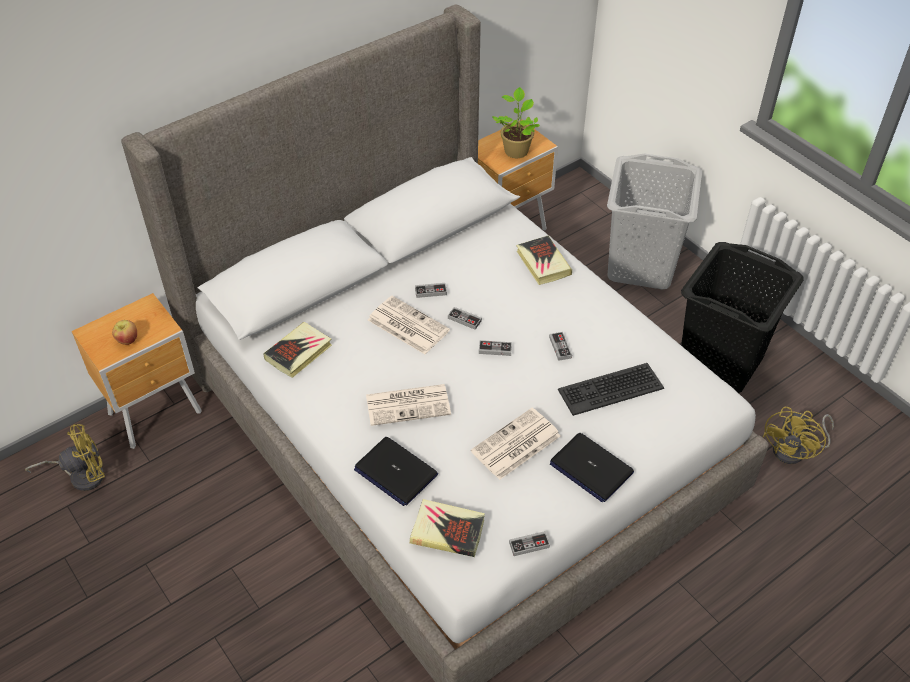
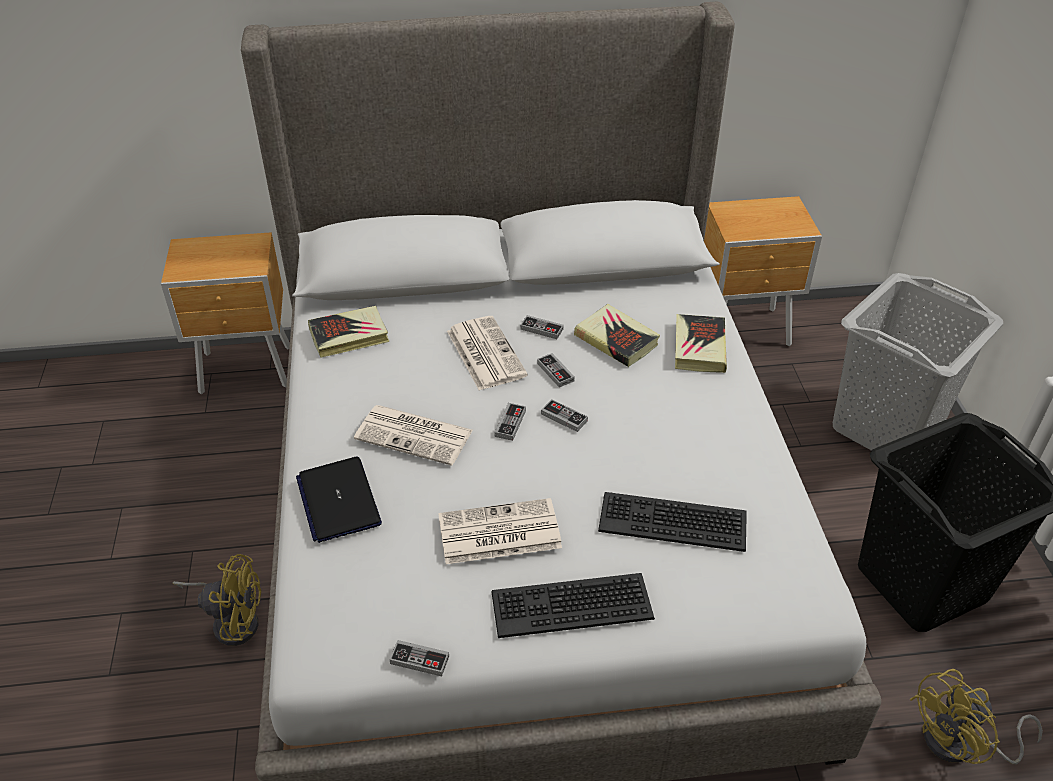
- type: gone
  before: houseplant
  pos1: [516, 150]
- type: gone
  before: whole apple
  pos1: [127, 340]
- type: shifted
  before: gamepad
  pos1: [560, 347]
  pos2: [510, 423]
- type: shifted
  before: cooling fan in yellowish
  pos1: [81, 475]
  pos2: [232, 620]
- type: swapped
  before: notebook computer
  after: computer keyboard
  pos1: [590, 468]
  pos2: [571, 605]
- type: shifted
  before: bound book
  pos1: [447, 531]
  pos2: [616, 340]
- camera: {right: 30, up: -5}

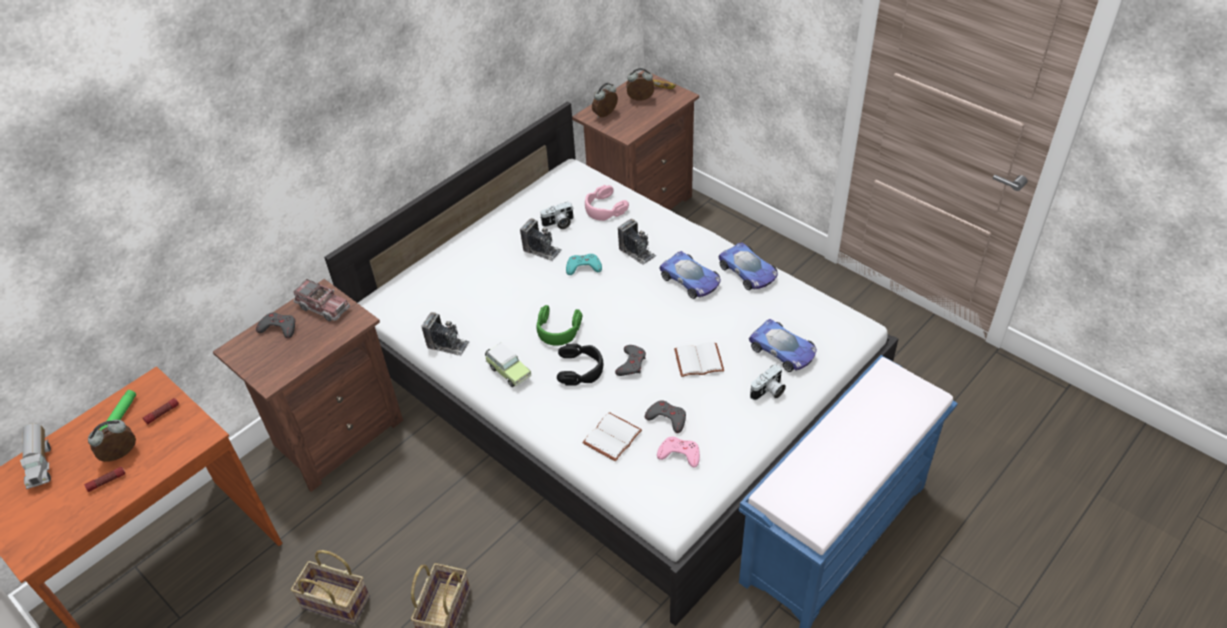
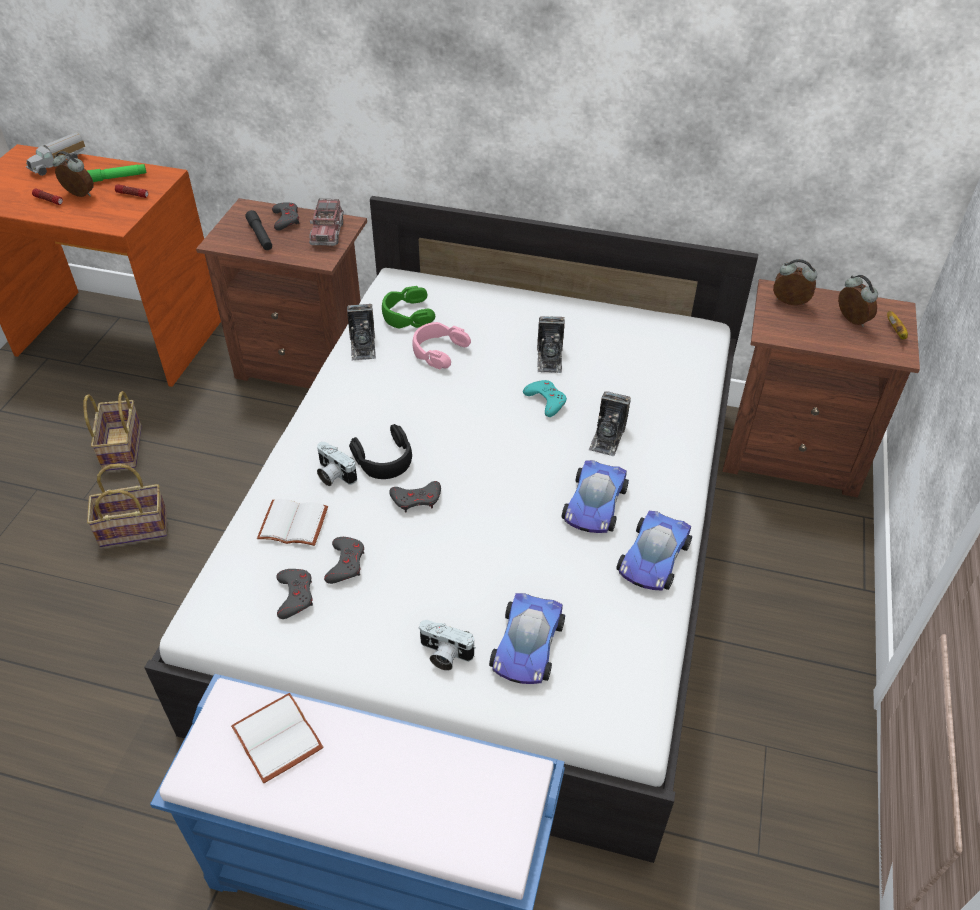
- type: shifted
  before: headset in pinkish
  pos1: [604, 208]
  pos2: [438, 350]
- type: shifted
  before: photo camera
  pos1: [559, 224]
  pos2: [333, 475]
- type: shifted
  before: headset in greenish
  pos1: [558, 330]
  pos2: [407, 314]
- type: shifted
  before: bound book in whitish
  pos1: [699, 359]
  pos2: [280, 738]
- type: gone
  before: model car
  pos1: [508, 371]
- type: repainted
  before: gamepad in pinkish
  after: gamepad in greyish
  pos1: [679, 454]
  pos2: [295, 595]
- type: new
  after: hand torch in blackish
  pos2: [260, 235]
- camera: {right: 60, up: 0}

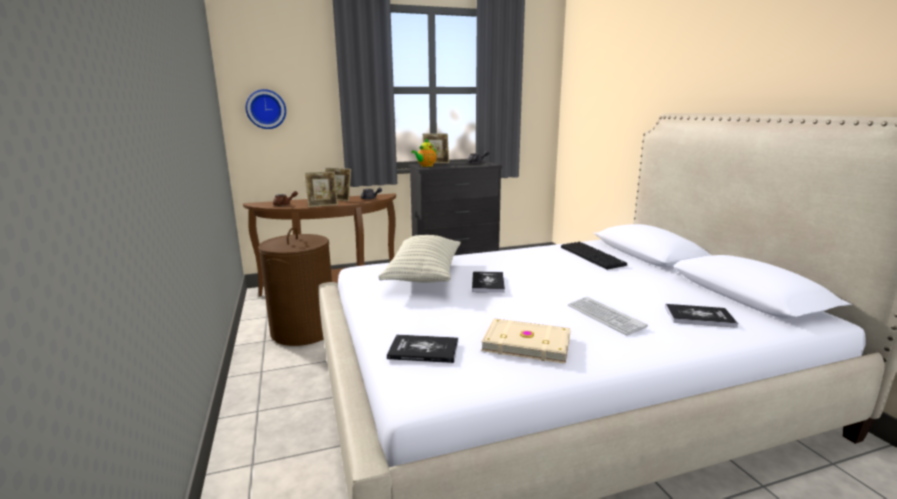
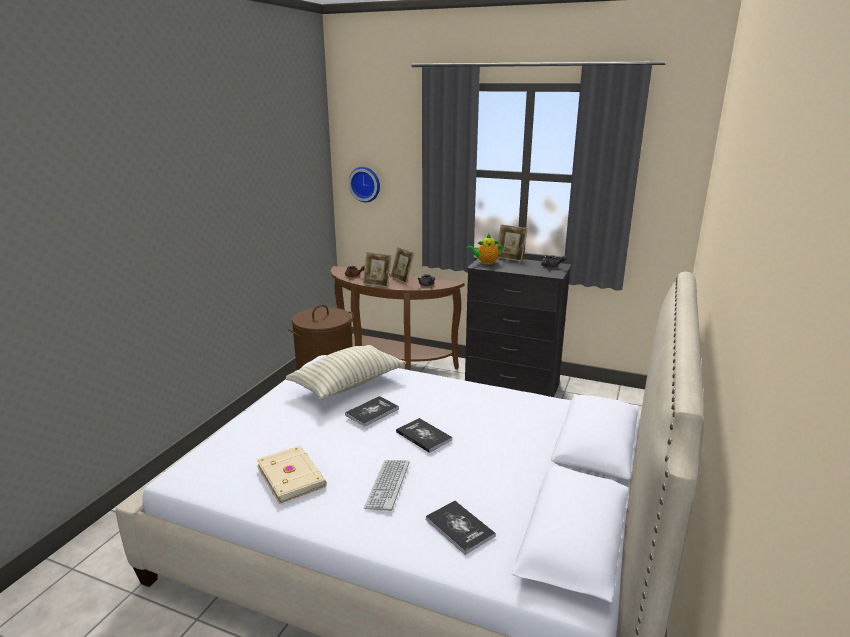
- type: gone
  before: computer keyboard
  pos1: [593, 256]
- type: shifted
  before: bound book
  pos1: [423, 350]
  pos2: [423, 436]
- camera: {right: 40, up: 5}

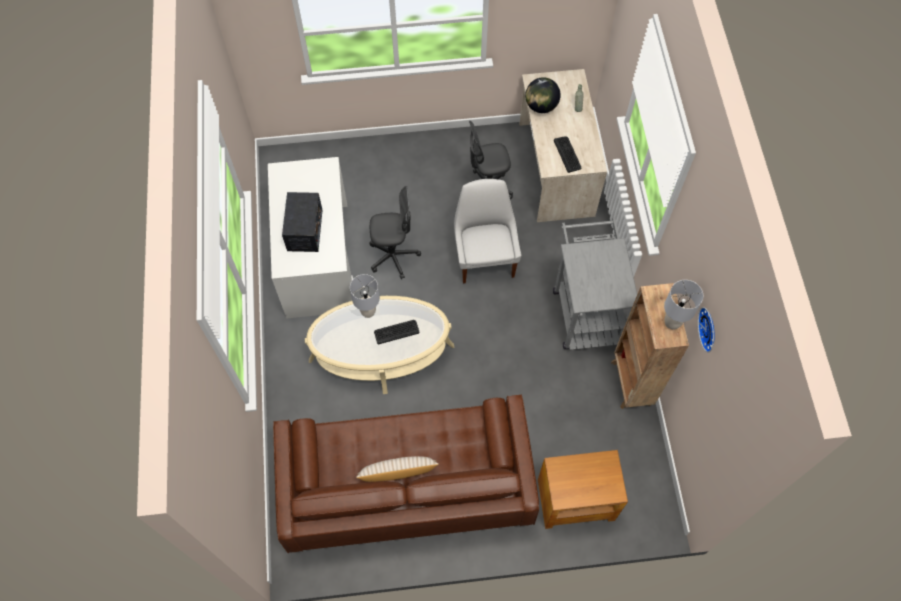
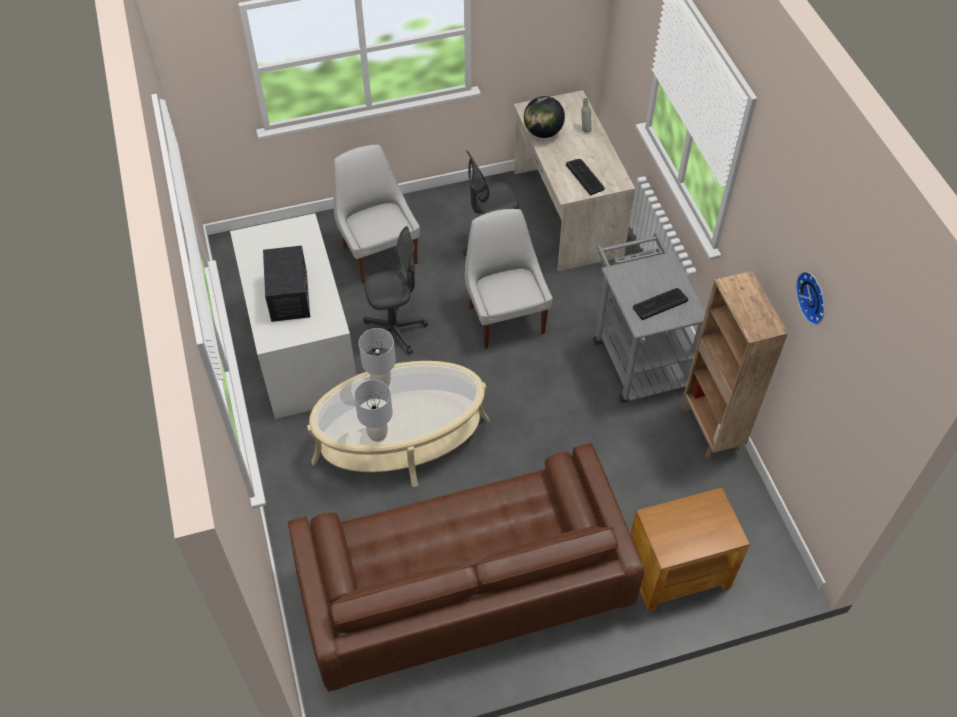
- type: shifted
  before: lamp for a table in greyish
  pos1: [672, 323]
  pos2: [377, 435]
- type: shifted
  before: computer keyboard
  pos1: [396, 332]
  pos2: [660, 303]
- type: gone
  before: cushion in beige
  pos1: [398, 473]
- type: new
  after: chair in whitish
  pos2: [378, 253]
- camera: {right: -10, up: -10}

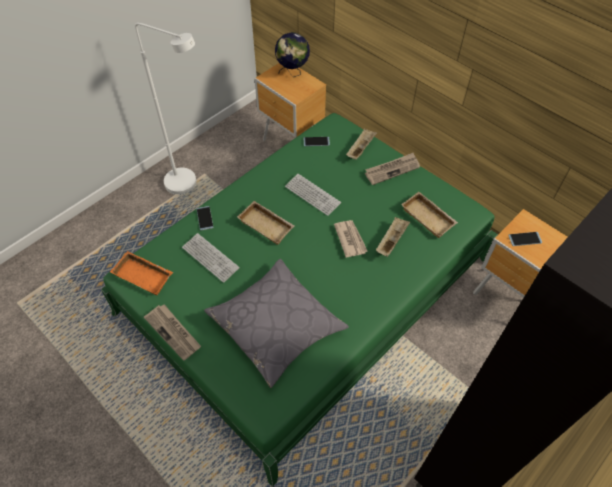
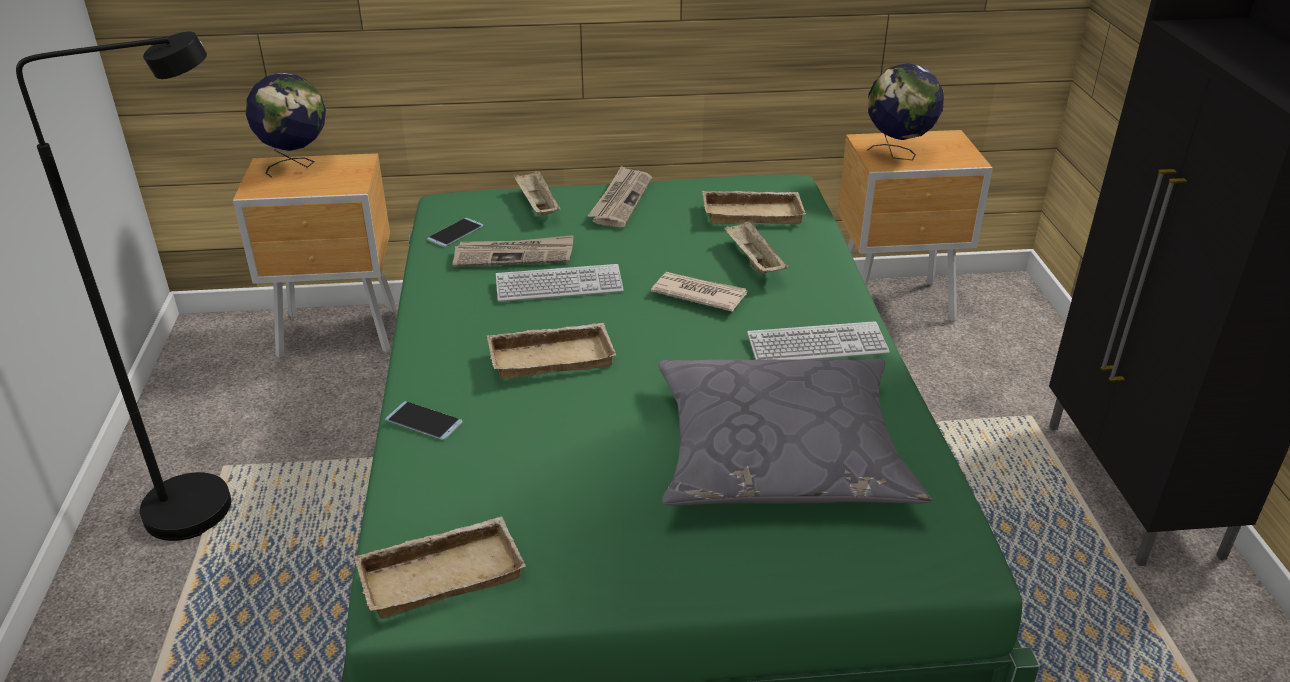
- type: repainted
  before: standing lamp in whitish
  after: standing lamp in blackish
  pos1: [189, 185]
  pos2: [213, 502]
- type: swapped
  before: telephone
  after: globe
  pos1: [525, 239]
  pos2: [897, 155]
- type: shifted
  before: computer keyboard
  pos1: [210, 258]
  pos2: [817, 345]
- type: repainted
  before: carrying tray in orangey
  after: carrying tray in beige
  pos1: [144, 275]
  pos2: [442, 572]
- type: shifted
  before: printed paper
  pos1: [173, 332]
  pos2: [514, 255]
- camera: {right: -50, up: -20}

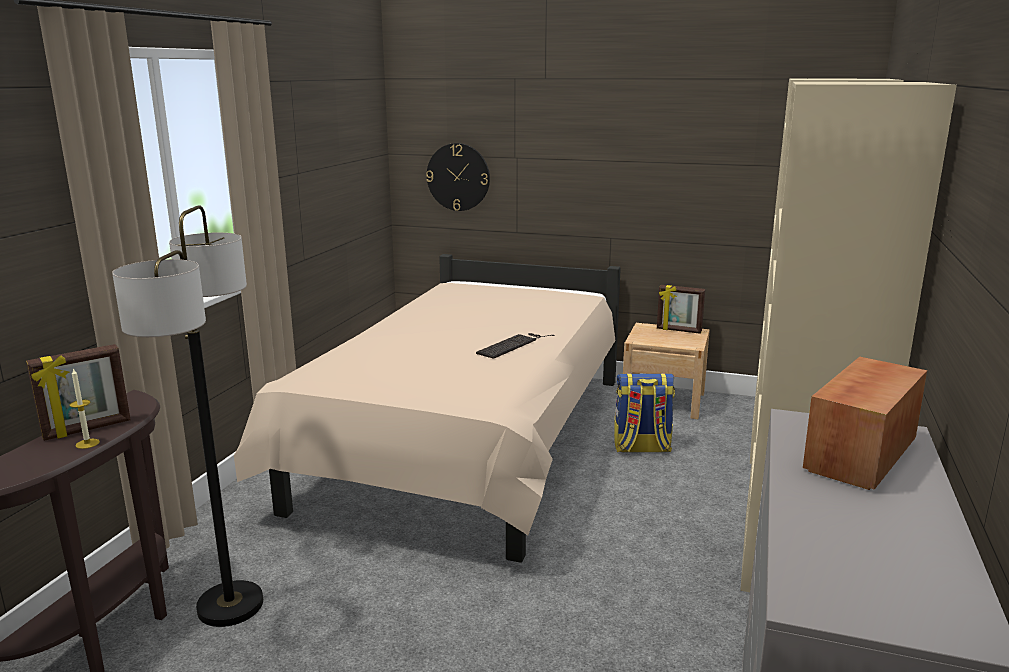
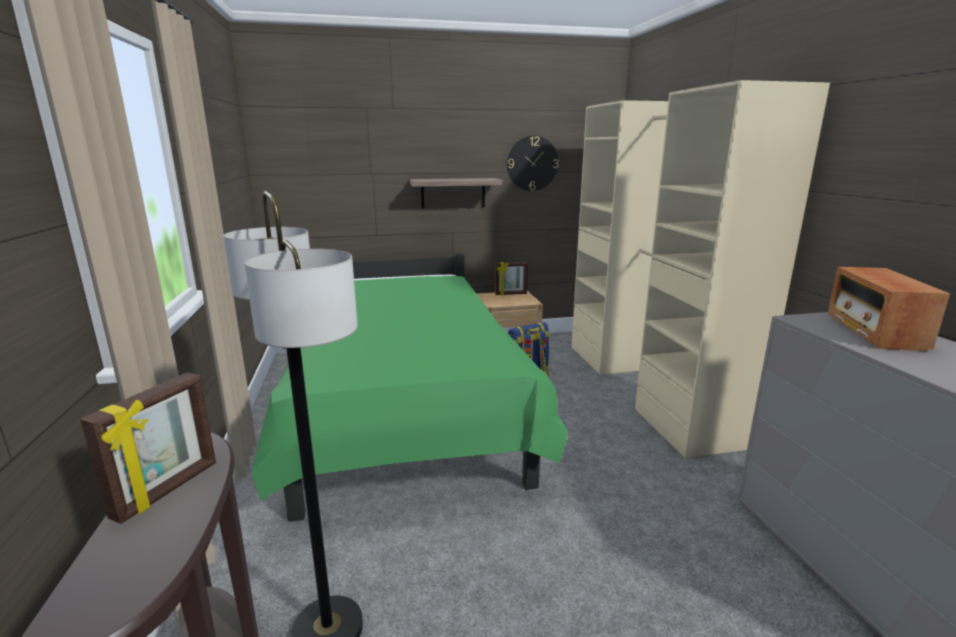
- type: shifted
  before: clock on the wall
  pos1: [458, 177]
  pos2: [532, 163]
- type: repainted
  before: bed in beige
  after: bed in greenish
  pos1: [468, 444]
  pos2: [404, 409]
- type: gone
  before: computer keyboard
  pos1: [513, 345]
- type: gone
  before: wax light
  pos1: [87, 443]
- type: new
  after: shelf
  pos2: [453, 193]
- camera: {right: -30, up: 0}

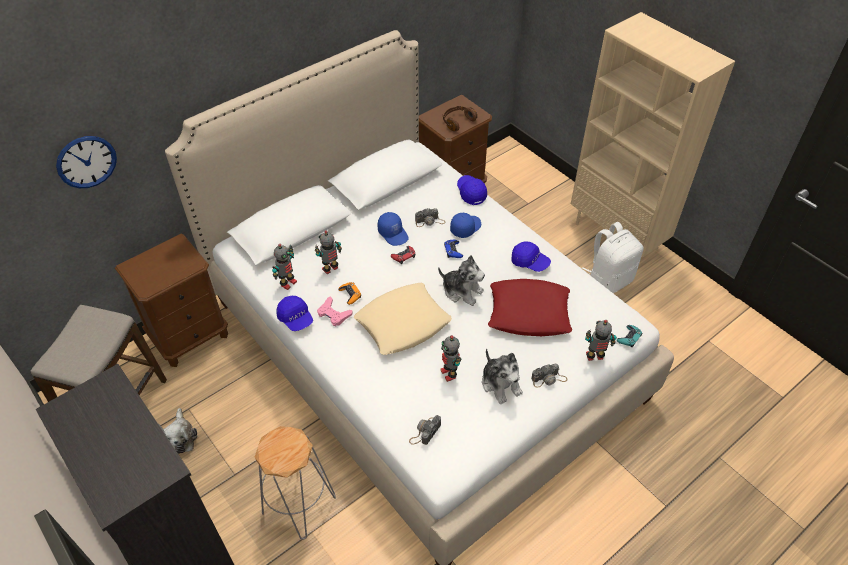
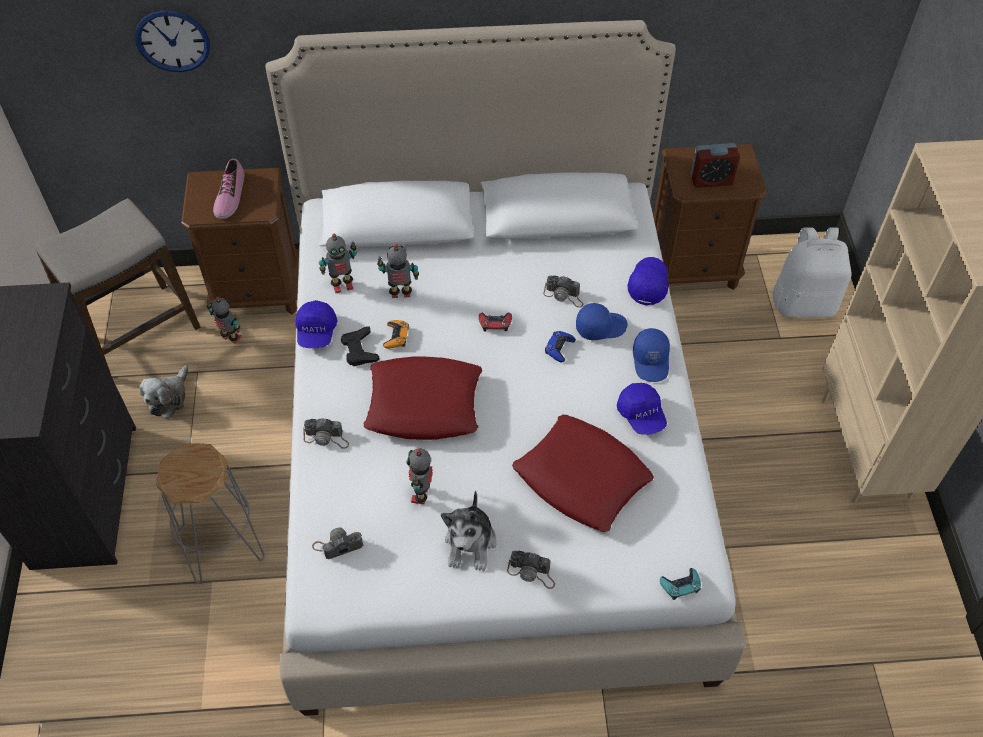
- type: swapped
  before: headset in brownish
  after: table clock
  pos1: [457, 122]
  pos2: [711, 180]
- type: shifted
  before: peaked cap in bluish
  pos1: [393, 233]
  pos2: [651, 361]
- type: shifted
  before: knapsack in whitish
  pos1: [608, 280]
  pos2: [804, 303]
- type: gone
  before: cuddly toy
  pos1: [462, 291]
- type: repainted
  before: cushion in beige
  after: cushion in red
  pos1: [403, 323]
  pos2: [424, 404]
- type: repainted
  before: gamepad in pinkish
  after: gamepad in blackish
  pos1: [334, 314]
  pos2: [359, 350]
- type: shifted
  before: model robot
  pos1: [594, 357]
  pos2: [230, 338]
- type: new
  after: shoe
  pos2: [229, 195]
- type: new
  after: photo camera
  pos2: [326, 438]
- camera: {right: 35, up: 5}

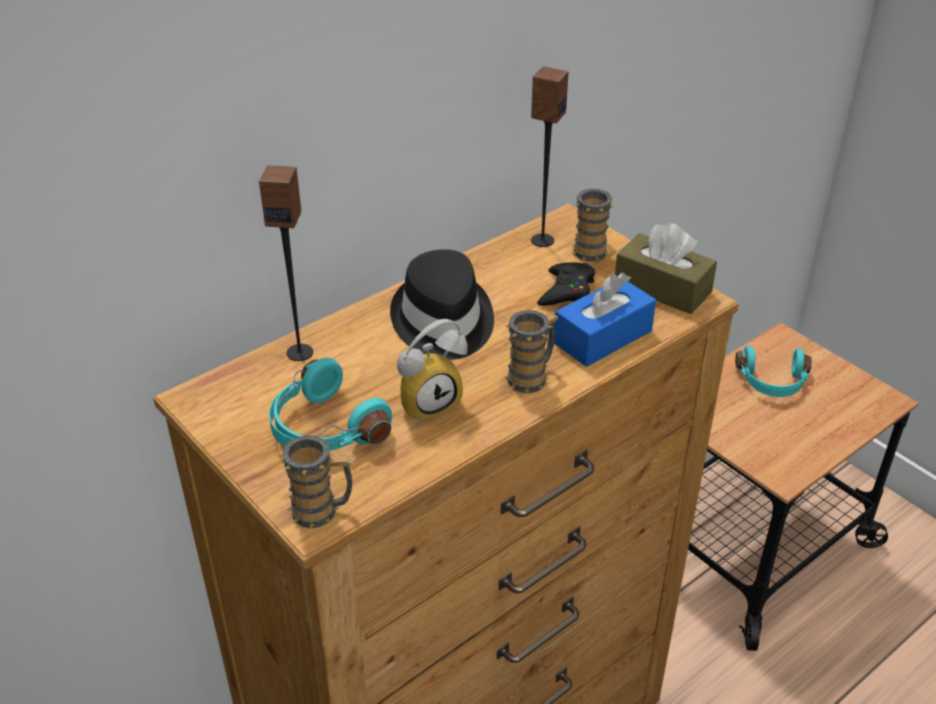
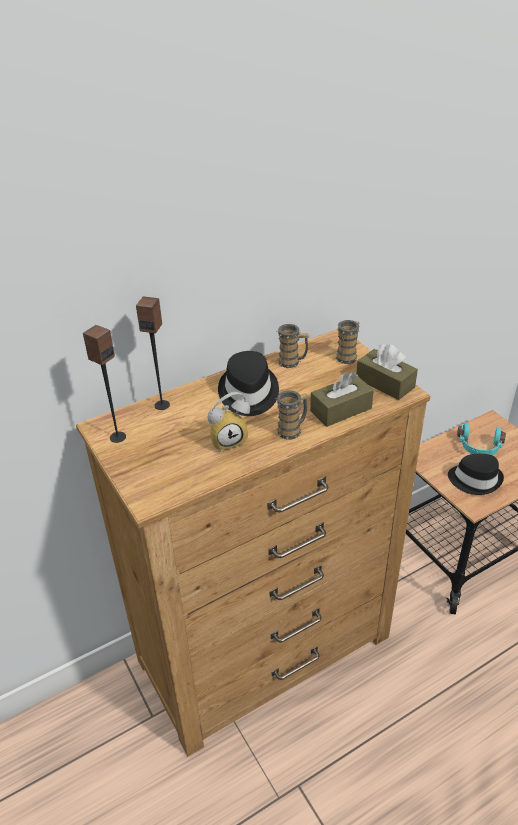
- type: shifted
  before: speaker
  pos1: [542, 240]
  pos2: [117, 437]
- type: gone
  before: gamepad in blackish
  pos1: [567, 291]
- type: repainted
  before: box of tissues in bluish
  after: box of tissues in brownish
  pos1: [602, 337]
  pos2: [341, 410]
- type: gone
  before: headset in blue-green
  pos1: [324, 429]
- type: shifted
  before: tea mug
  pos1: [322, 511]
  pos2: [292, 362]
- type: new
  after: hat in blackish
  pos2: [475, 479]
- camera: {right: 10, up: 0}

